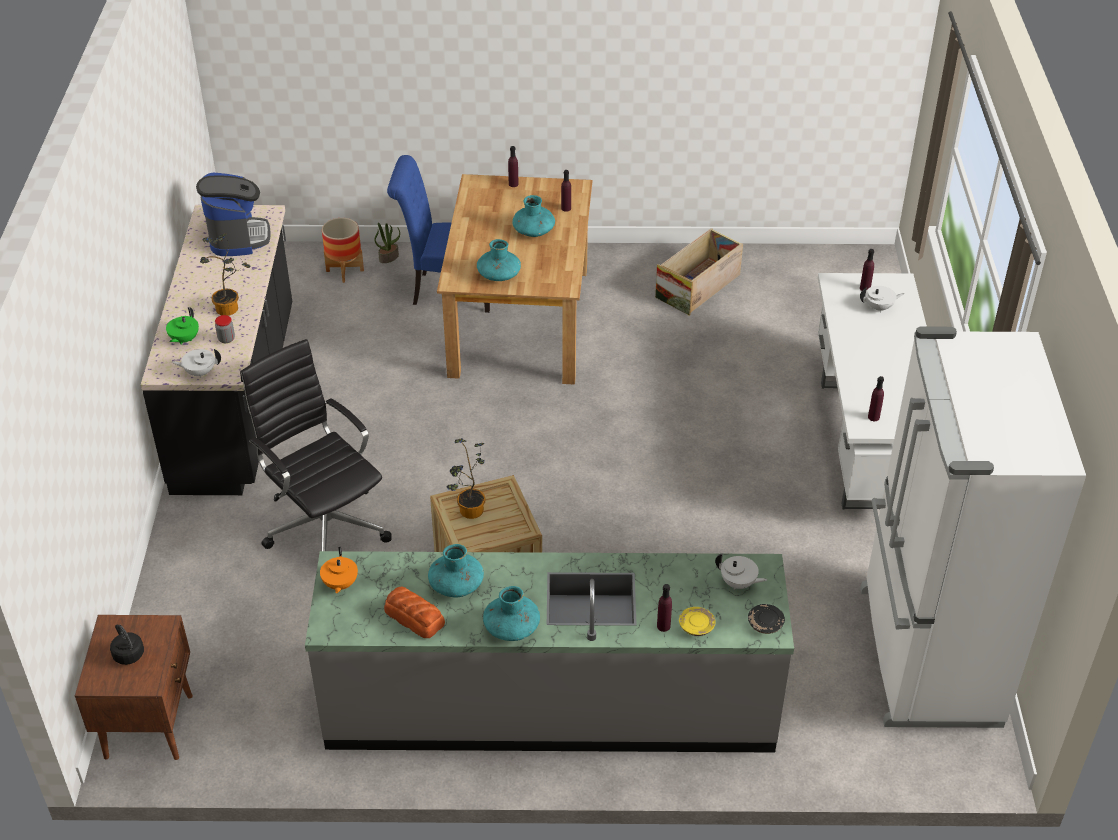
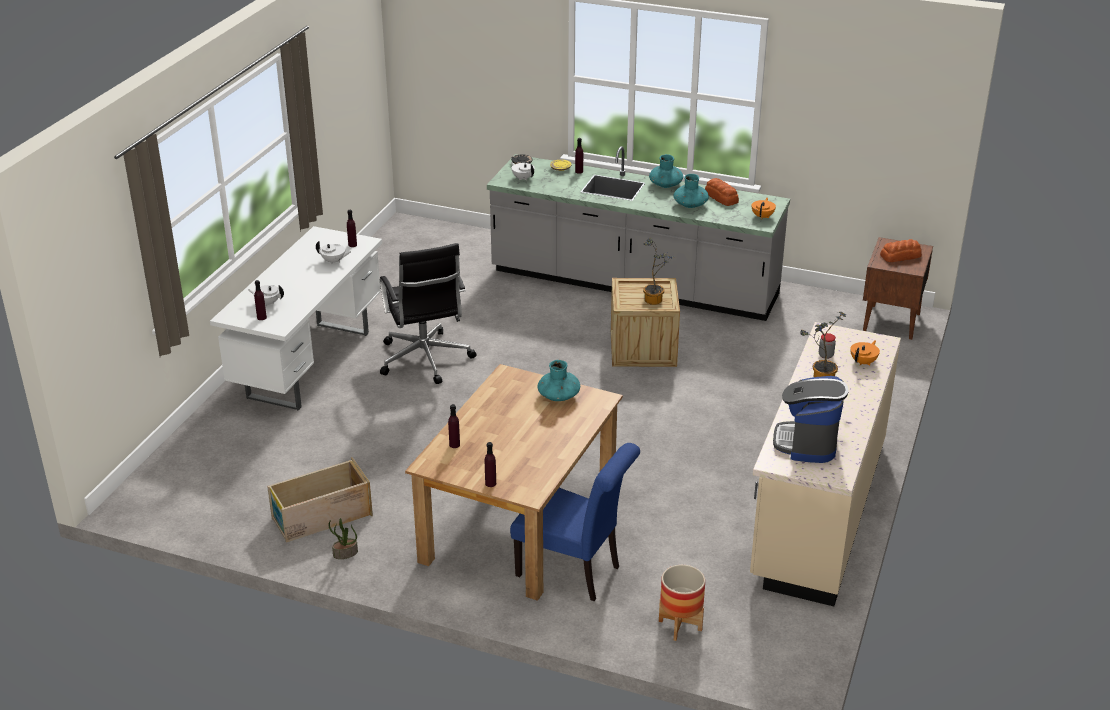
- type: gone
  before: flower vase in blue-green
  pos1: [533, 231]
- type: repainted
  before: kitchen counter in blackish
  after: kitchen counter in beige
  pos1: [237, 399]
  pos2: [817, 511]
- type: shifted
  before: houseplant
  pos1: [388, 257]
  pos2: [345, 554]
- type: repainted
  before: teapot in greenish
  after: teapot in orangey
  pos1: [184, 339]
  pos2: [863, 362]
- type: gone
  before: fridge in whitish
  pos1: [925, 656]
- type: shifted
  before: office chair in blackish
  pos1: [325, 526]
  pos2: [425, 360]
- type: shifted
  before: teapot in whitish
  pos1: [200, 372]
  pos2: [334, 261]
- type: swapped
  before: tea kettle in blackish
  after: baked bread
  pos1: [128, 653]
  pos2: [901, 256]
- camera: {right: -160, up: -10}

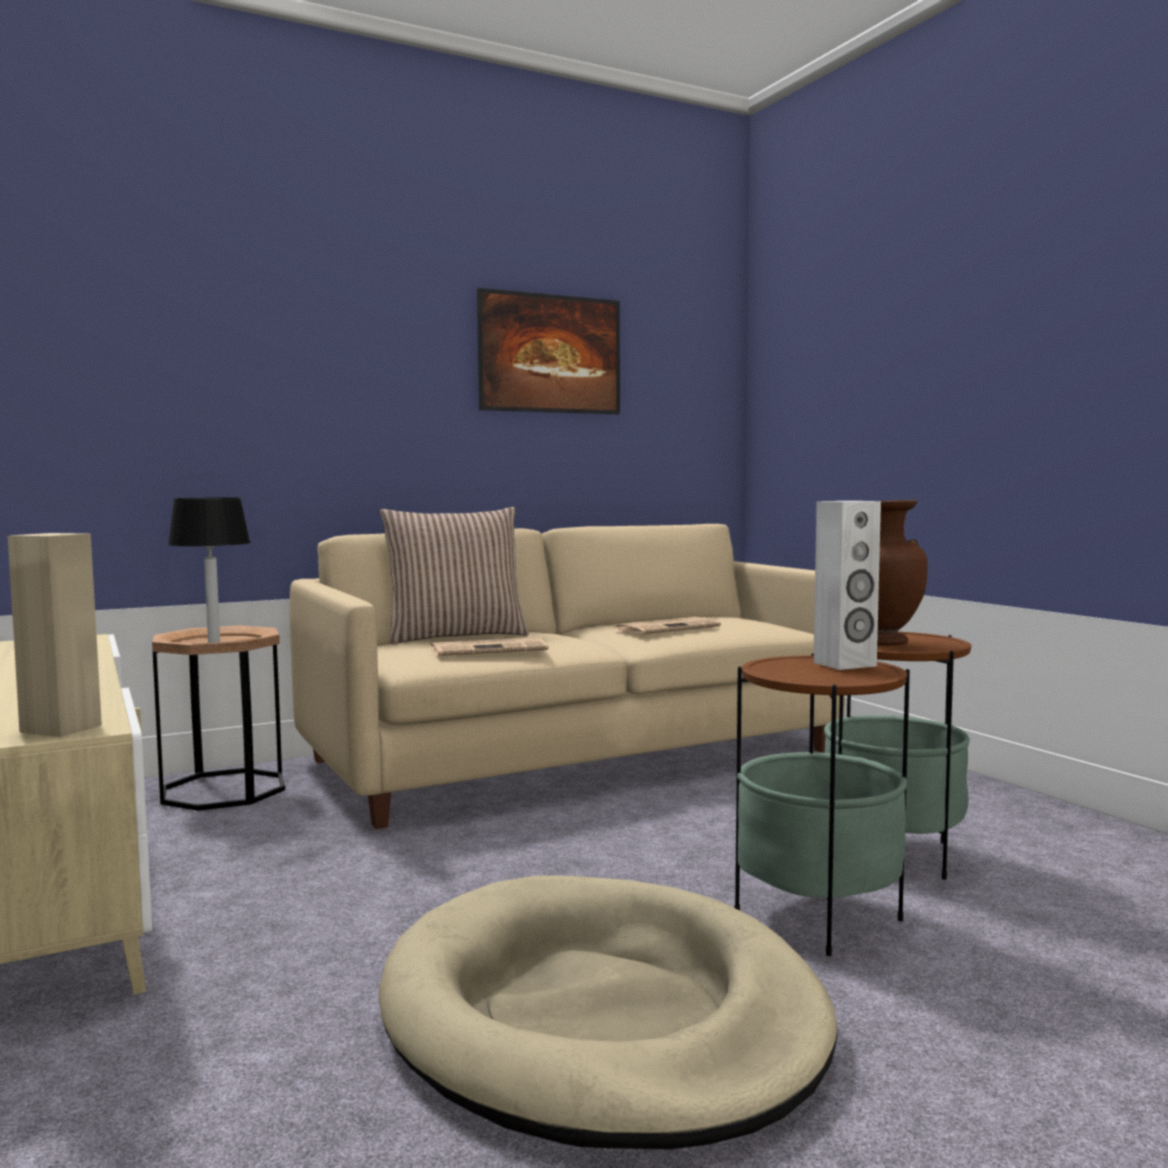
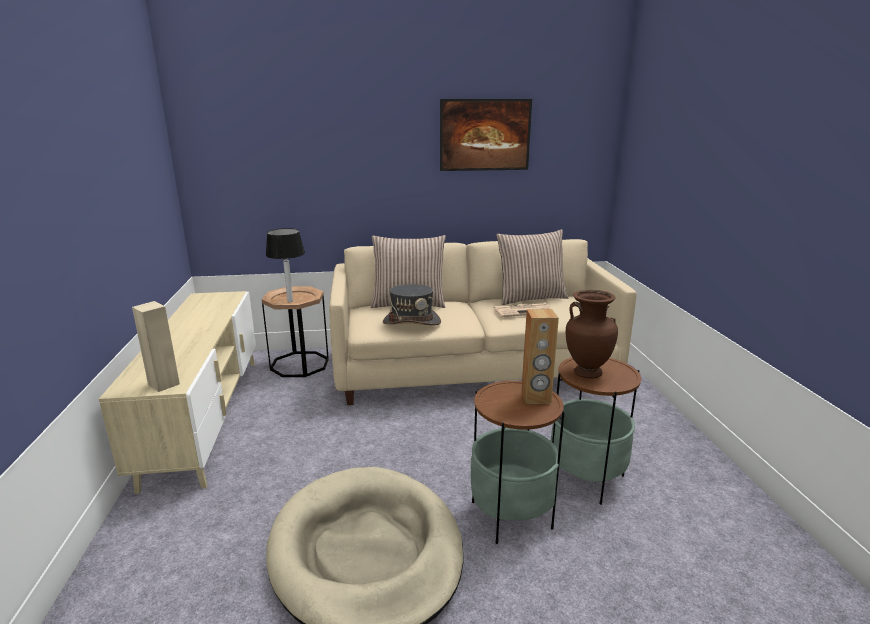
- type: repainted
  before: speaker in whitish
  after: speaker in brownish
  pos1: [845, 664]
  pos2: [536, 398]
- type: swapped
  before: printed paper
  after: hat in greyish
  pos1: [490, 649]
  pos2: [412, 322]
- type: new
  after: cushion
  pos2: [530, 298]
- camera: {right: 20, up: 15}

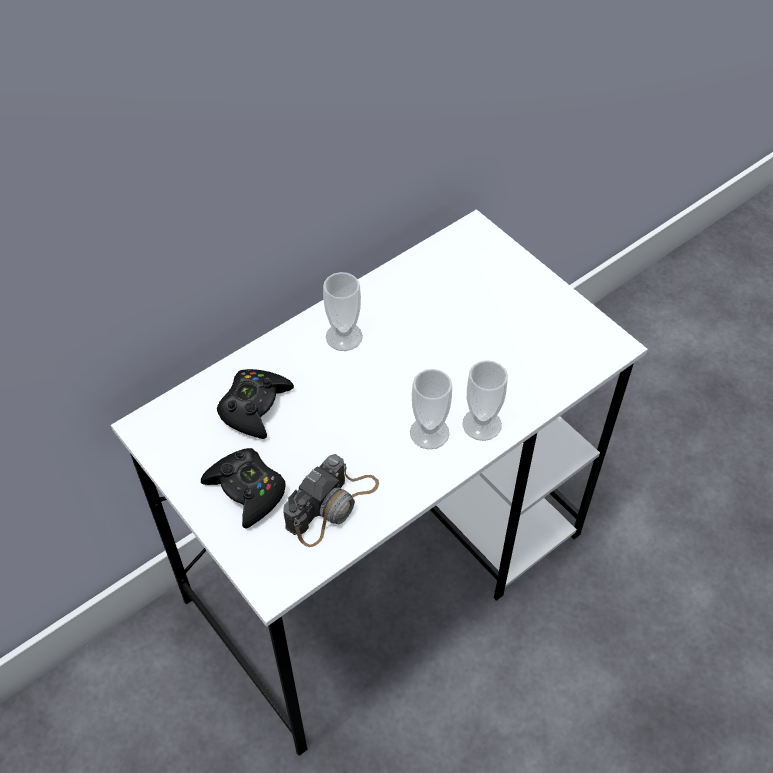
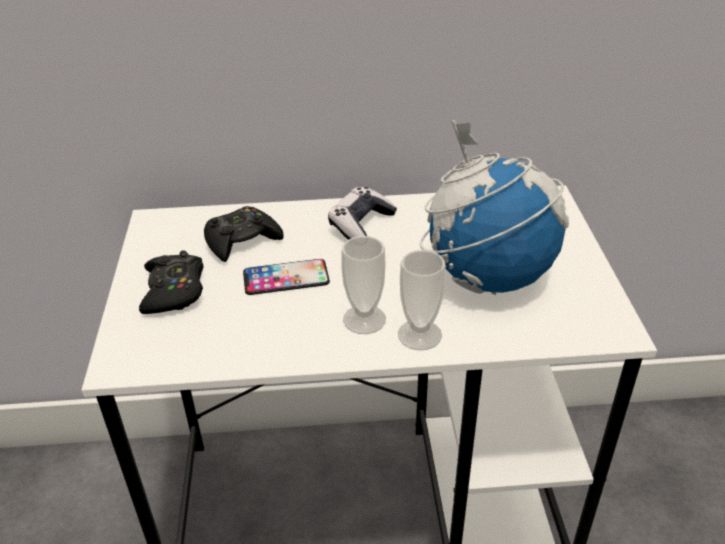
- type: swapped
  before: drinking cup
  after: gamepad
  pos1: [344, 336]
  pos2: [361, 225]
- type: gone
  before: photo camera
  pos1: [332, 505]
- type: new
  after: globe
  pos2: [488, 276]
- type: new
  after: telephone
  pos2: [286, 277]
- camera: {right: 35, up: -15}

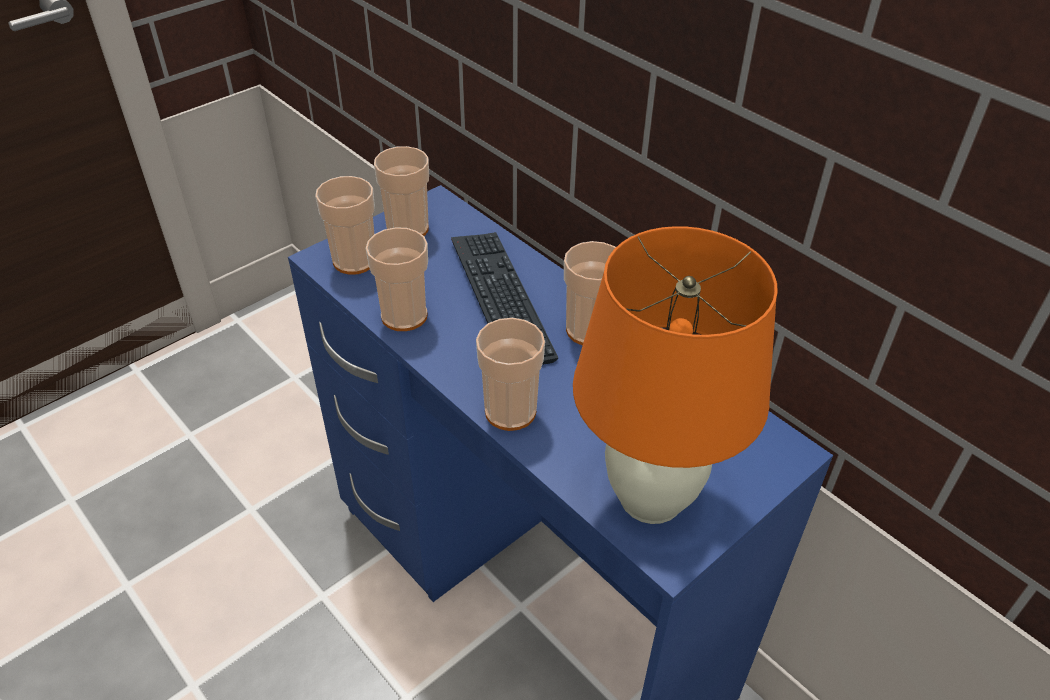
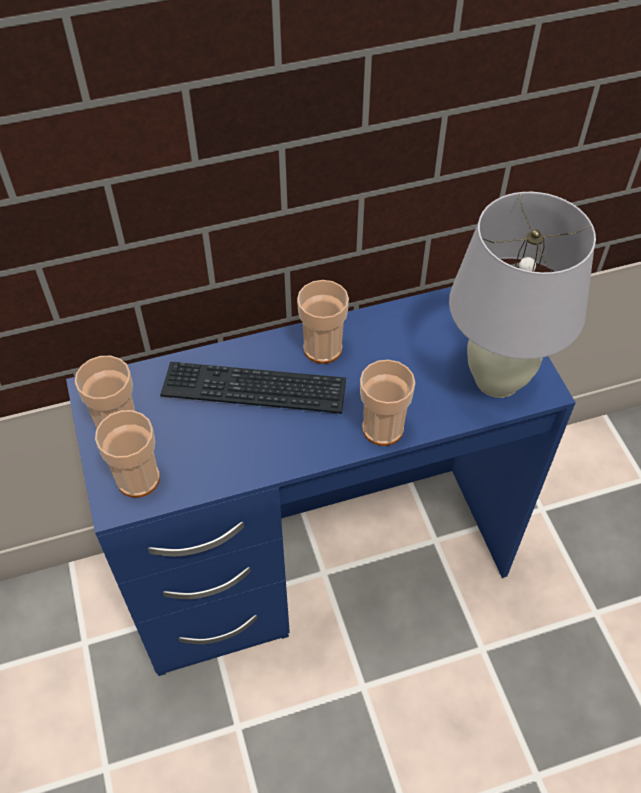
- type: repainted
  before: lamp for a table in orangey
  after: lamp for a table in whitish
  pos1: [651, 498]
  pos2: [496, 380]
- type: gone
  before: drinking cup
  pos1: [404, 316]
- camera: {right: -65, up: 10}

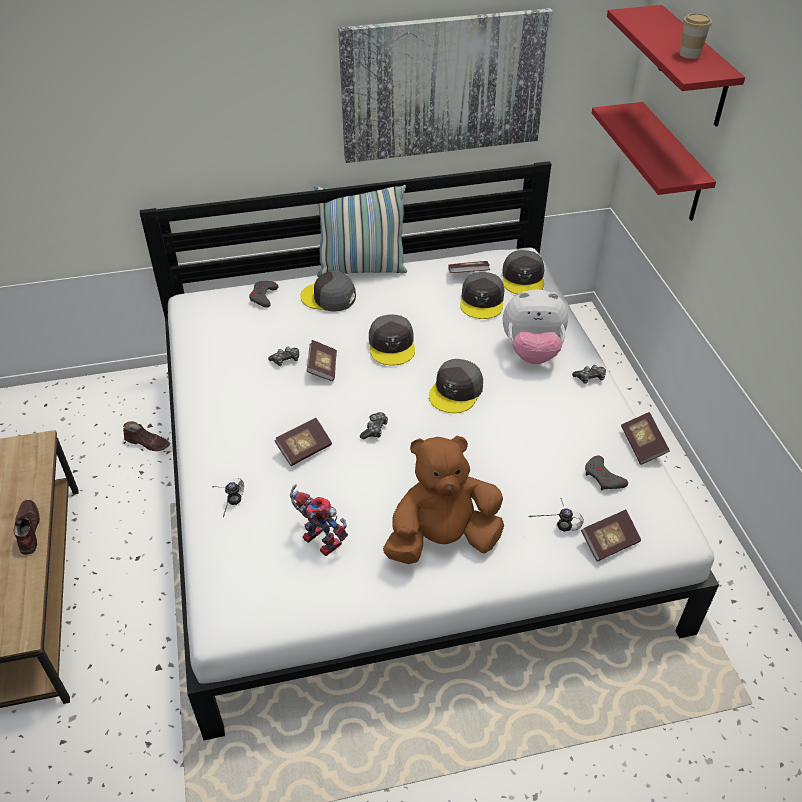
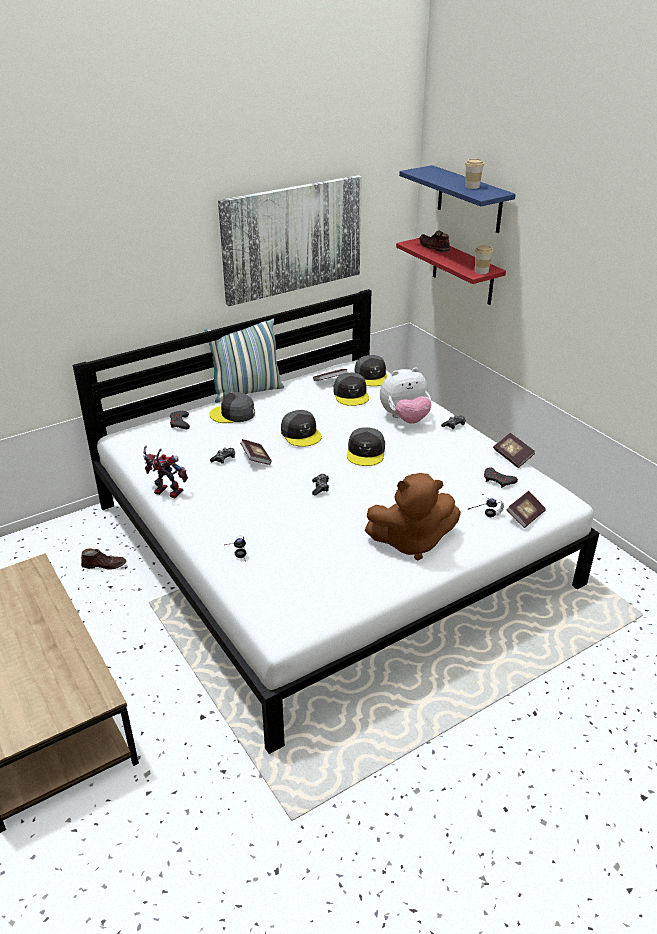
- type: repainted
  before: shelf in red
  after: shelf in bluish
  pos1: [694, 67]
  pos2: [469, 199]
- type: gone
  before: bound book
  pos1: [304, 449]
- type: rotated
  before: cuddly toy in brownish
  pos1: [442, 539]
  pos2: [411, 542]
  turn: -150
- type: shifted
  before: model robot
  pos1: [317, 541]
  pos2: [165, 492]
- type: shifted
  before: shoe in brownish
  pos1: [28, 530]
  pos2: [433, 247]
- type: new
  after: drinking cup
  pos2: [481, 271]
- camera: {right: -20, up: -10}

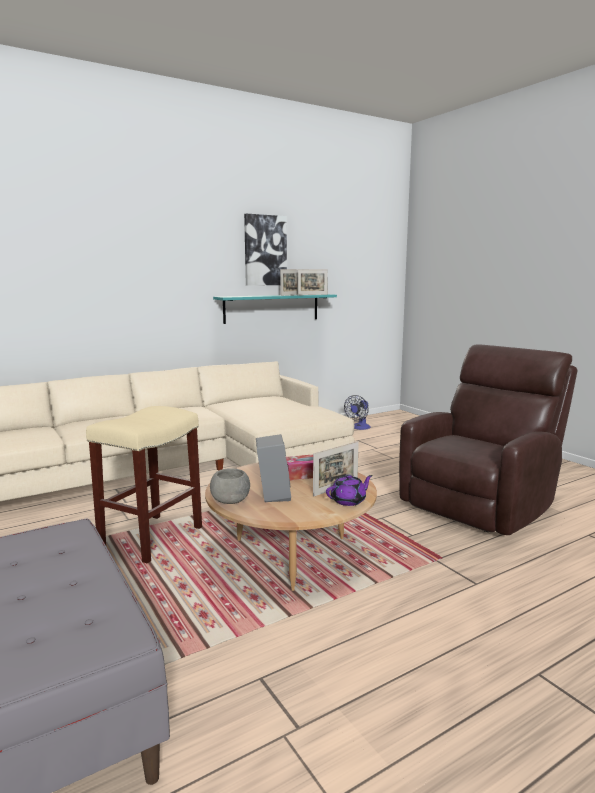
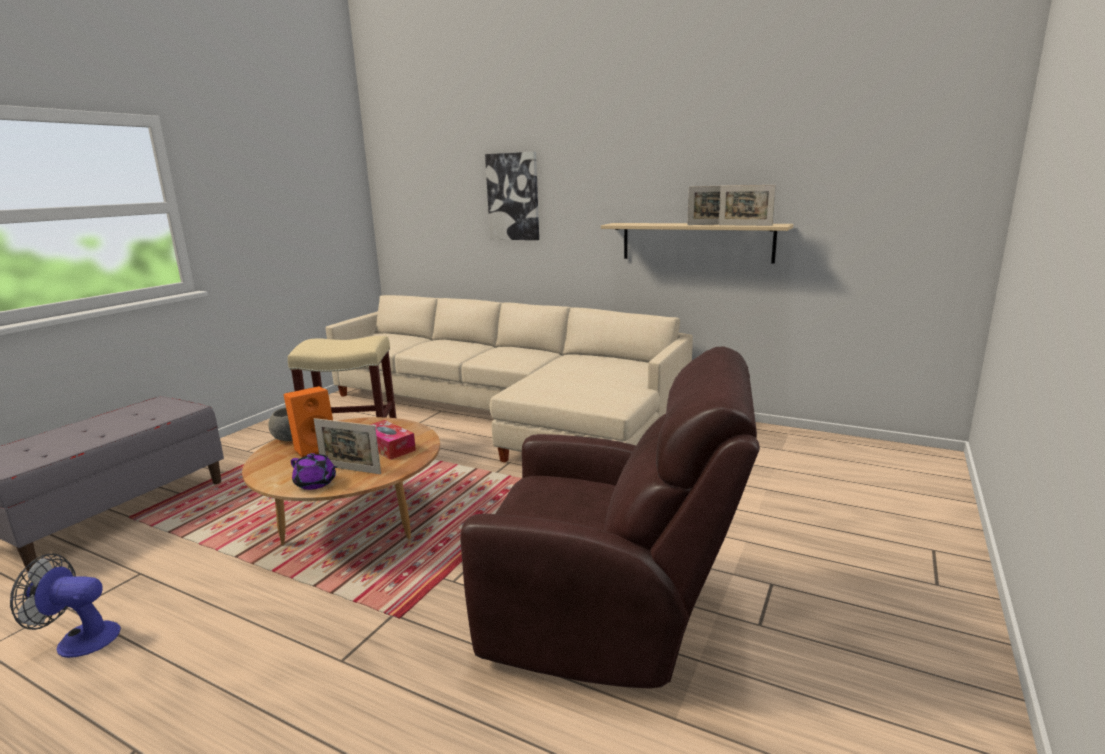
- type: shifted
  before: wall art
  pos1: [265, 250]
  pos2: [513, 197]
- type: repainted
  before: shelf in blue-green
  after: shelf in beige
  pos1: [272, 308]
  pos2: [696, 242]
- type: shifted
  before: cooling fan
  pos1: [359, 427]
  pos2: [79, 639]
- type: repainted
  before: speaker in greyish
  after: speaker in orangey
  pos1: [272, 495]
  pos2: [316, 448]
- camera: {right: 60, up: 5}

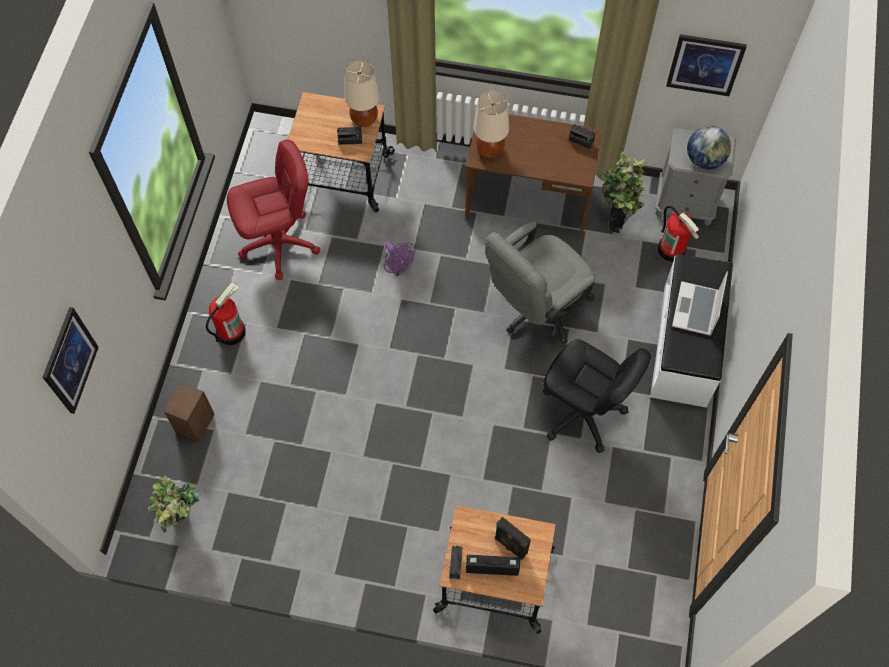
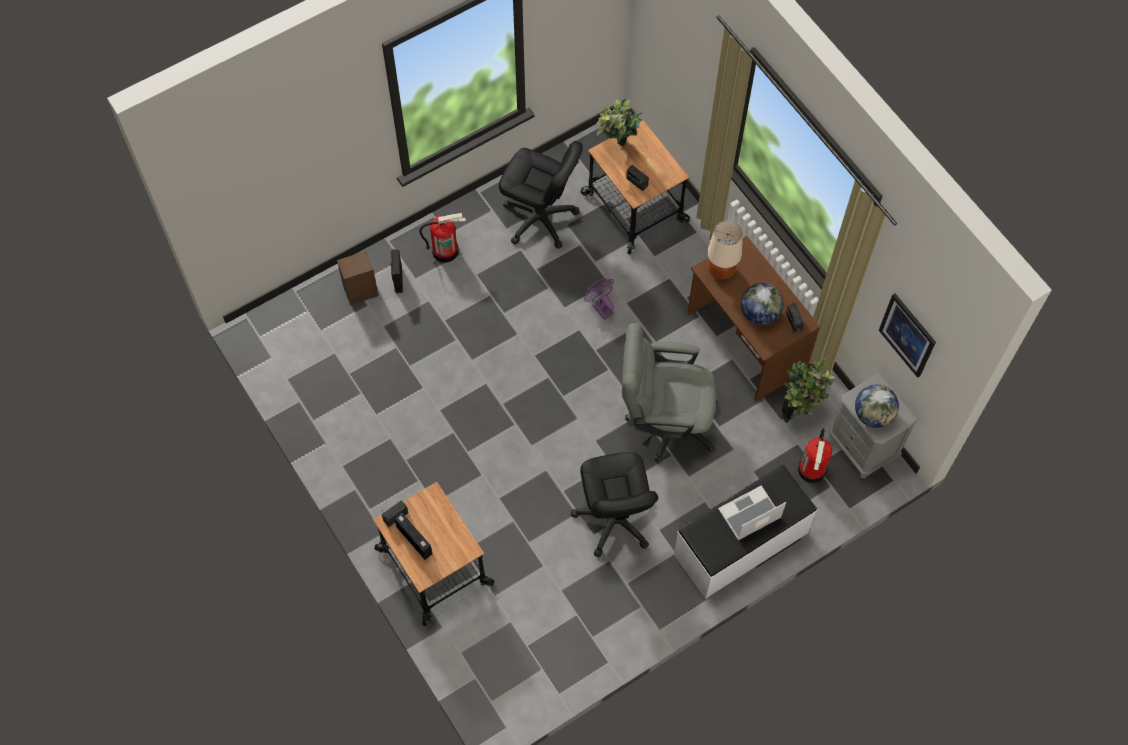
- type: gone
  before: lamp for a table in beige
  pos1: [364, 119]
- type: repainted
  before: office chair in red
  after: office chair in blackish
  pos1: [279, 244]
  pos2: [540, 219]
- type: rotated
  before: cooling fan in purplish
  pos1: [398, 268]
  pos2: [600, 307]
  turn: 135
- type: gone
  before: wall art
  pos1: [69, 361]
- type: shifted
  before: houseplant
  pos1: [185, 522]
  pos2: [616, 151]
- type: shifted
  before: speaker in blackish
  pos1: [510, 546]
  pos2: [398, 281]
- type: new
  after: globe
  pos2: [759, 313]
- camera: {right: 45, up: 0}

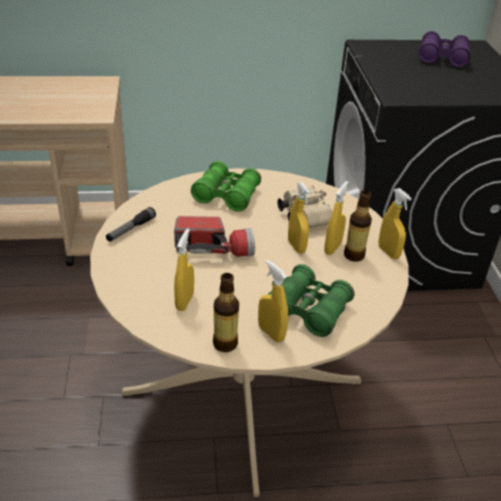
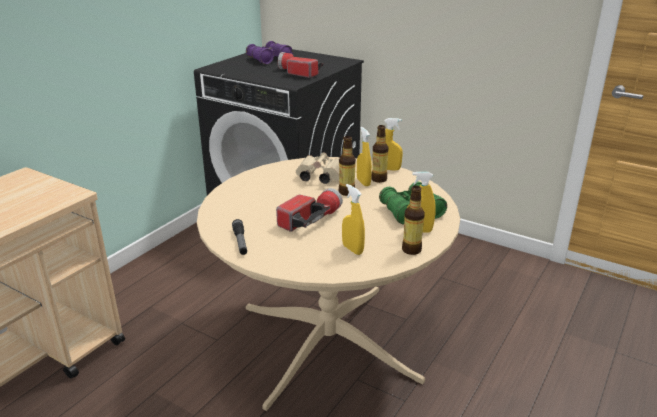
- type: gone
  before: pair of binoculars in greenish
  pos1: [226, 195]
- type: swapped
  before: sprayer in yellowish
  after: bottle
  pos1: [296, 246]
  pos2: [346, 192]
- type: new
  after: hand torch
  pos2: [298, 72]
- camera: {right: -50, up: -10}

